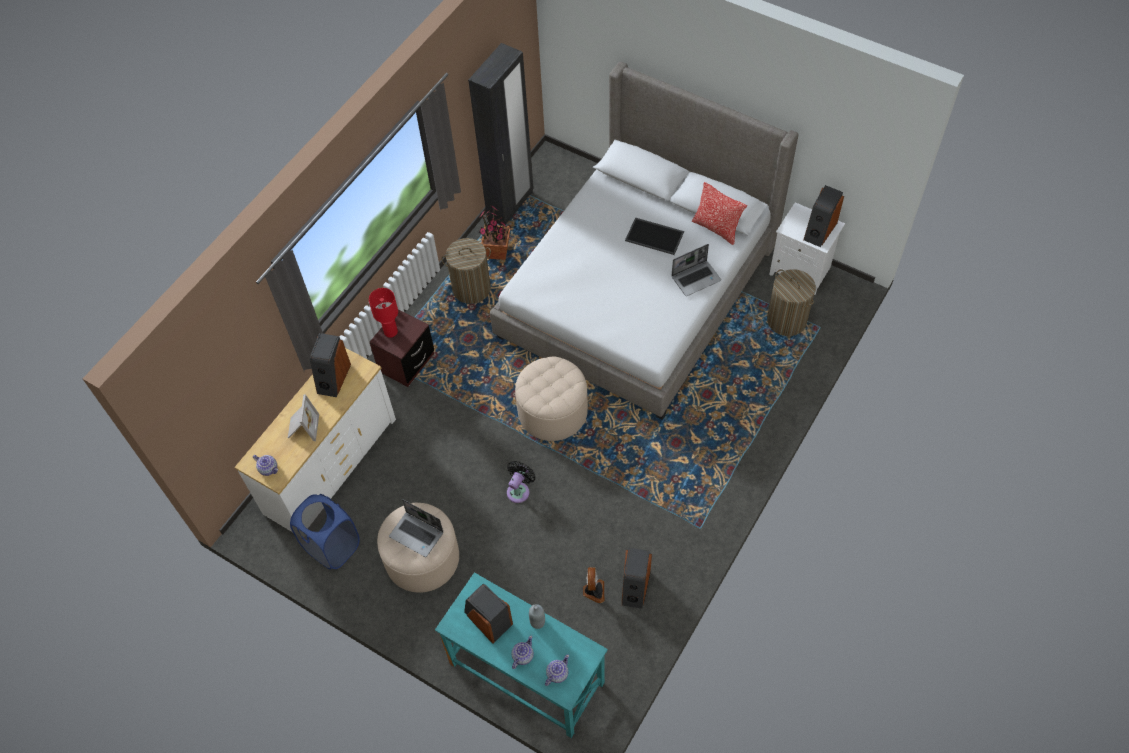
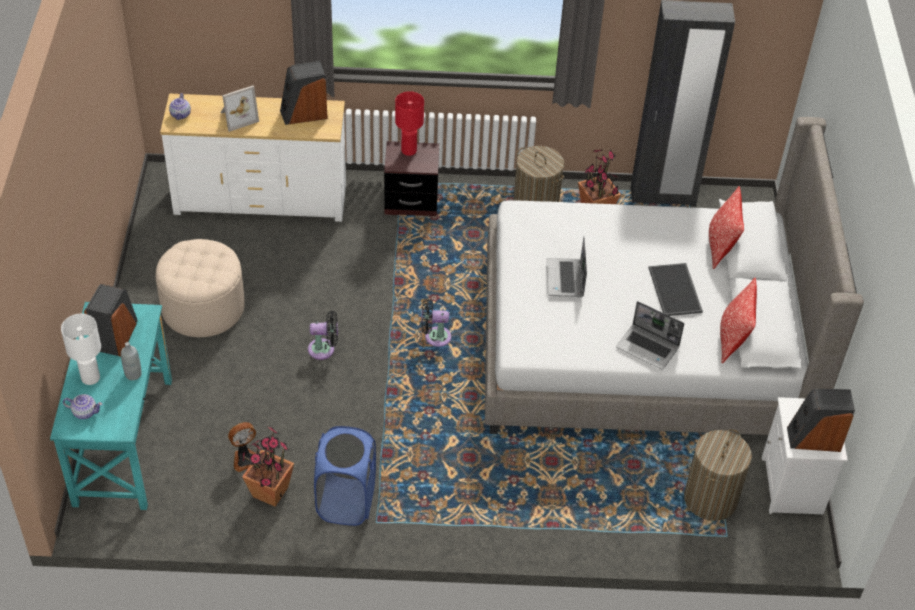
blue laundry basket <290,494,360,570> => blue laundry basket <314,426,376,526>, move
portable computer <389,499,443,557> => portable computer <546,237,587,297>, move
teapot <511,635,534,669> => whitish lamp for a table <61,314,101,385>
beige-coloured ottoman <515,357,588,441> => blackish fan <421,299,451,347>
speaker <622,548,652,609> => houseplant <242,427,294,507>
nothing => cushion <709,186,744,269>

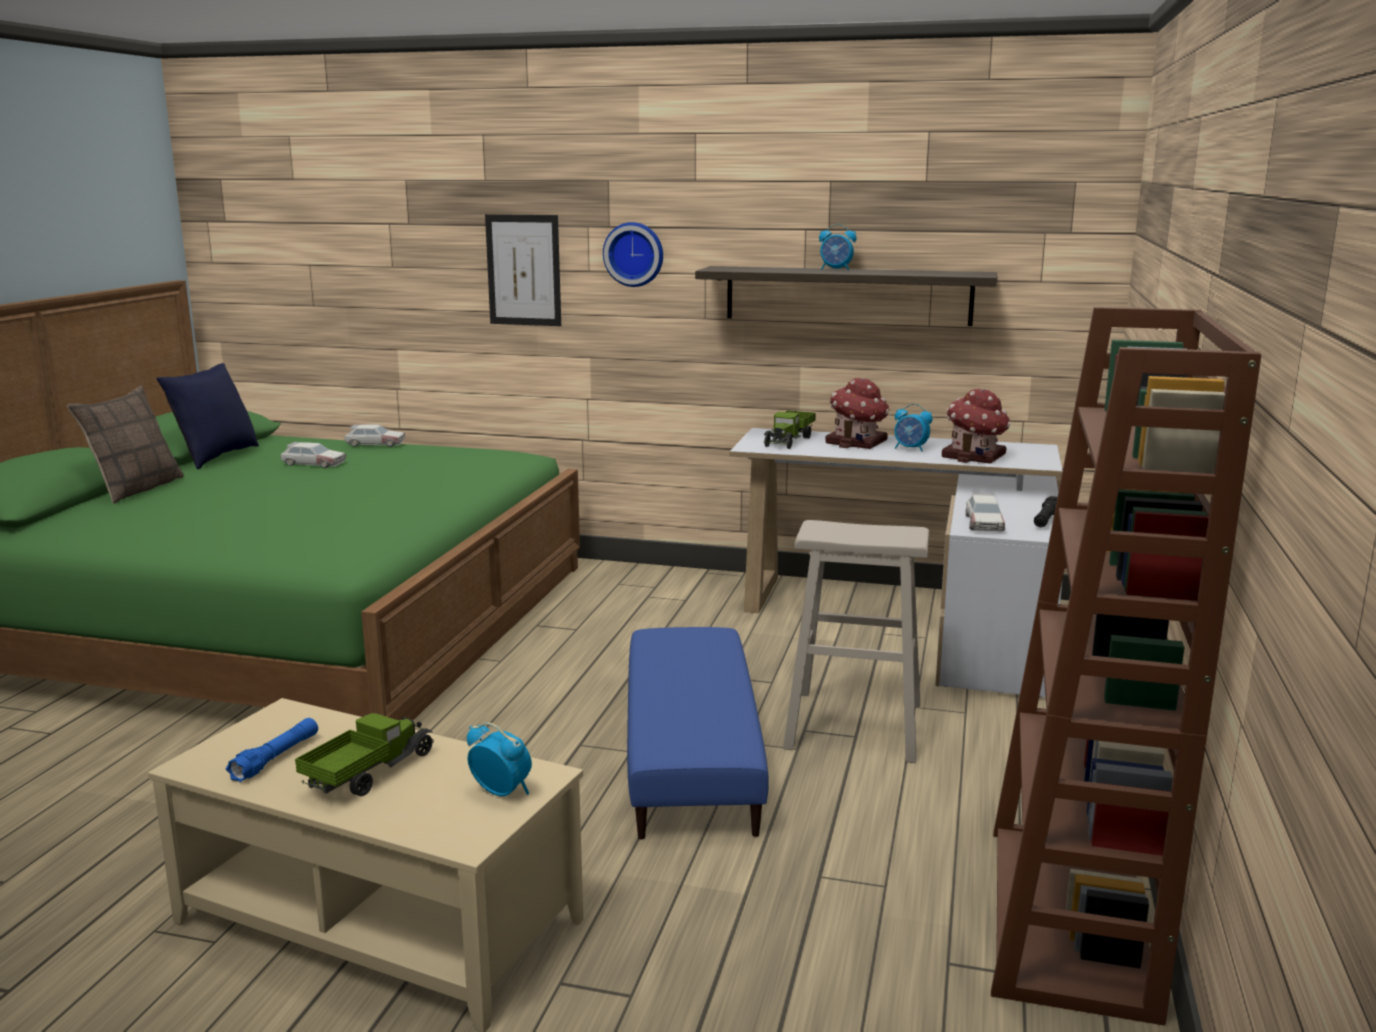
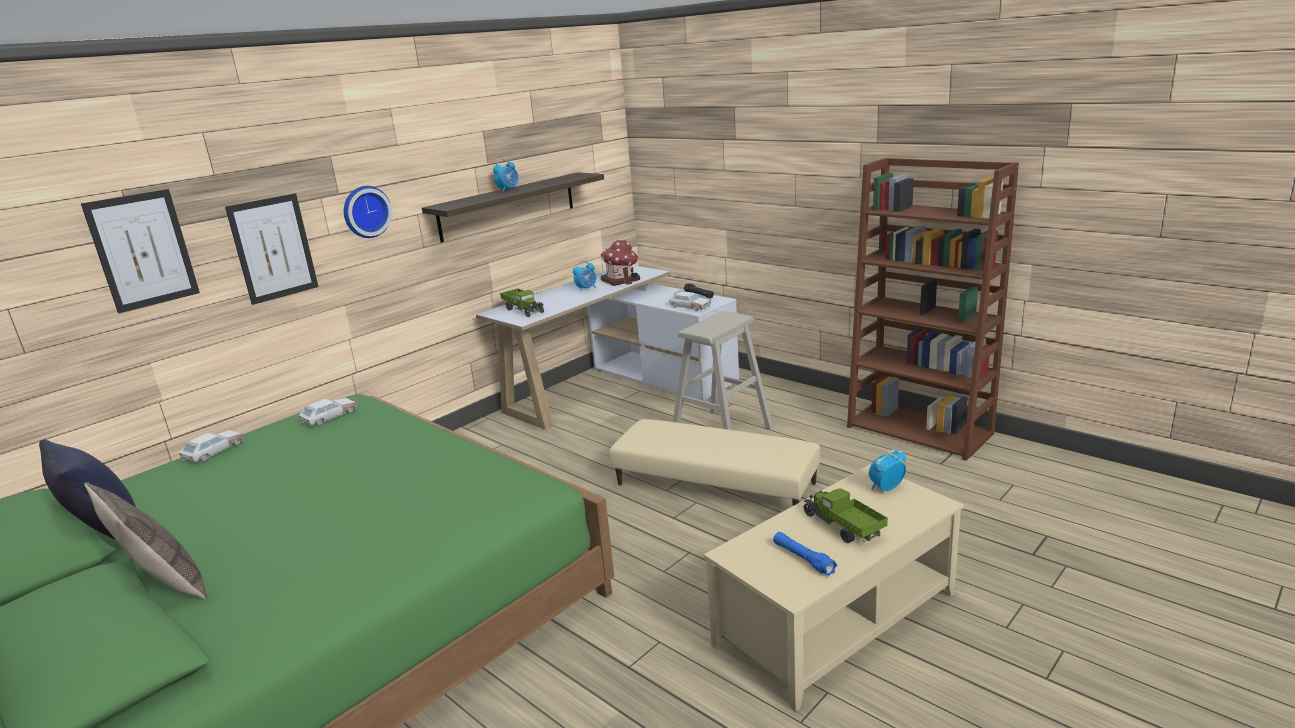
toy car <280,442,347,468> => toy car <299,398,358,426>, move
blue ottoman <627,627,769,840> => beige-coloured ottoman <610,419,820,506>
model house <825,378,890,449> => nothing
nothing => wall art <81,189,200,313>

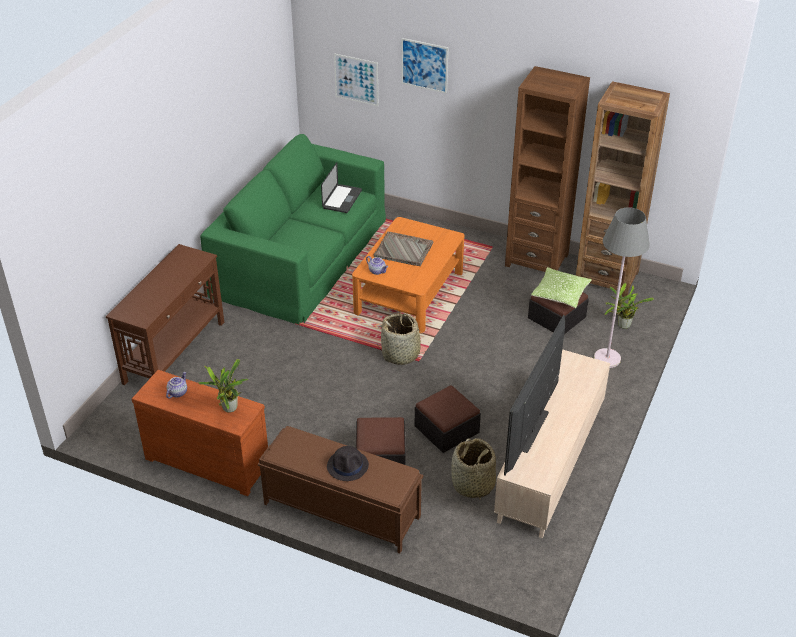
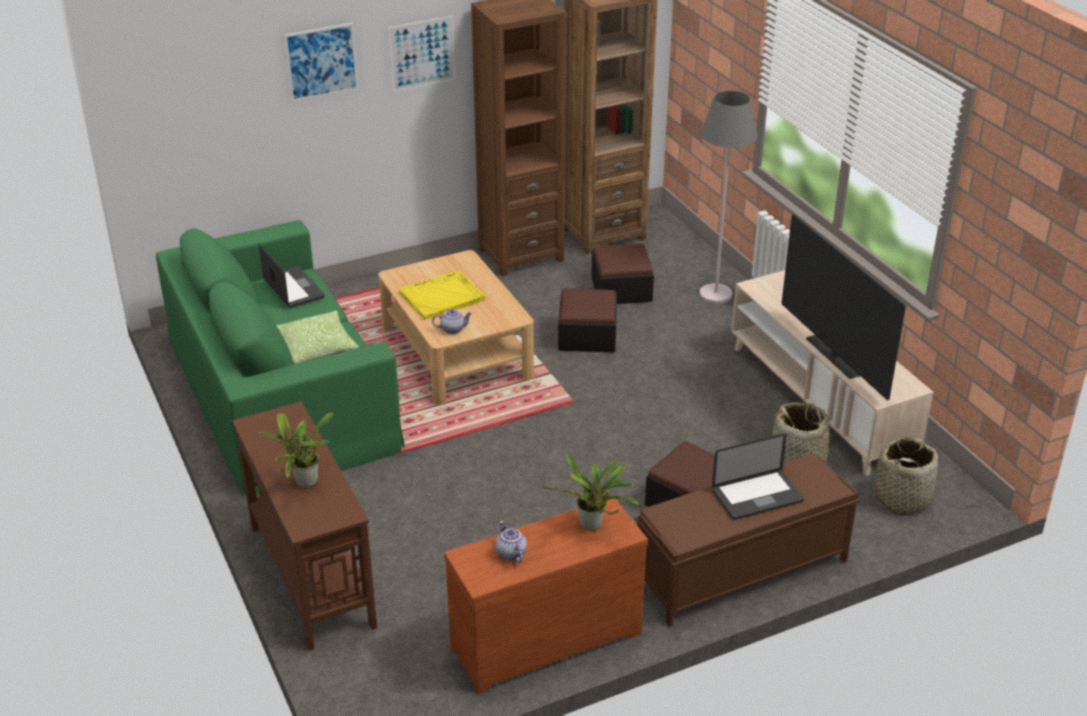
blackish hat <327,446,369,481> => portable computer <712,433,804,520>
wall art <334,53,378,106> => wall art <388,16,455,92>, move
orange lounge table <352,217,465,333> => beige-coloured lounge table <378,250,534,405>
greyish carrying tray <374,232,433,266> => yellowish carrying tray <399,270,486,320>
storage basket <377,314,429,365> => storage basket <875,437,938,515>, move
ottoman <415,385,481,453> => ottoman <558,289,617,352>, move
cushion <531,267,592,308> => cushion <276,311,359,364>, move
houseplant <605,283,654,329> => houseplant <259,413,333,488>, move

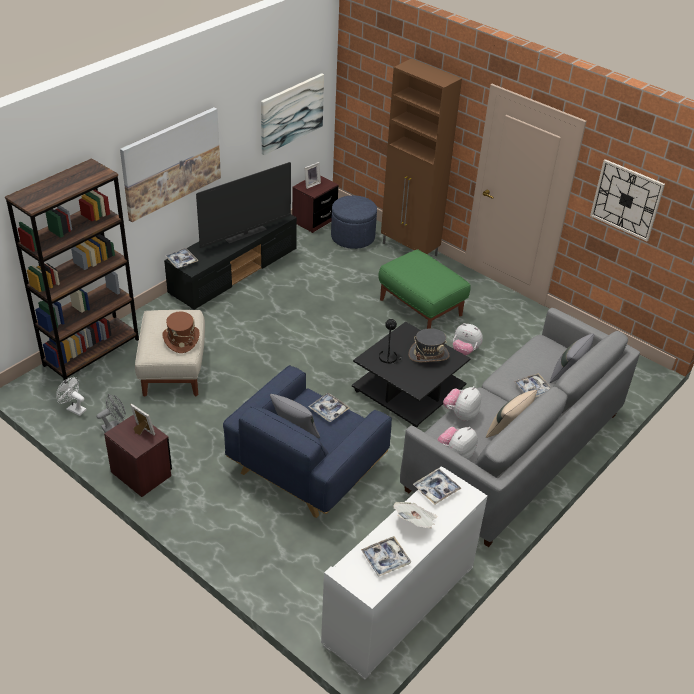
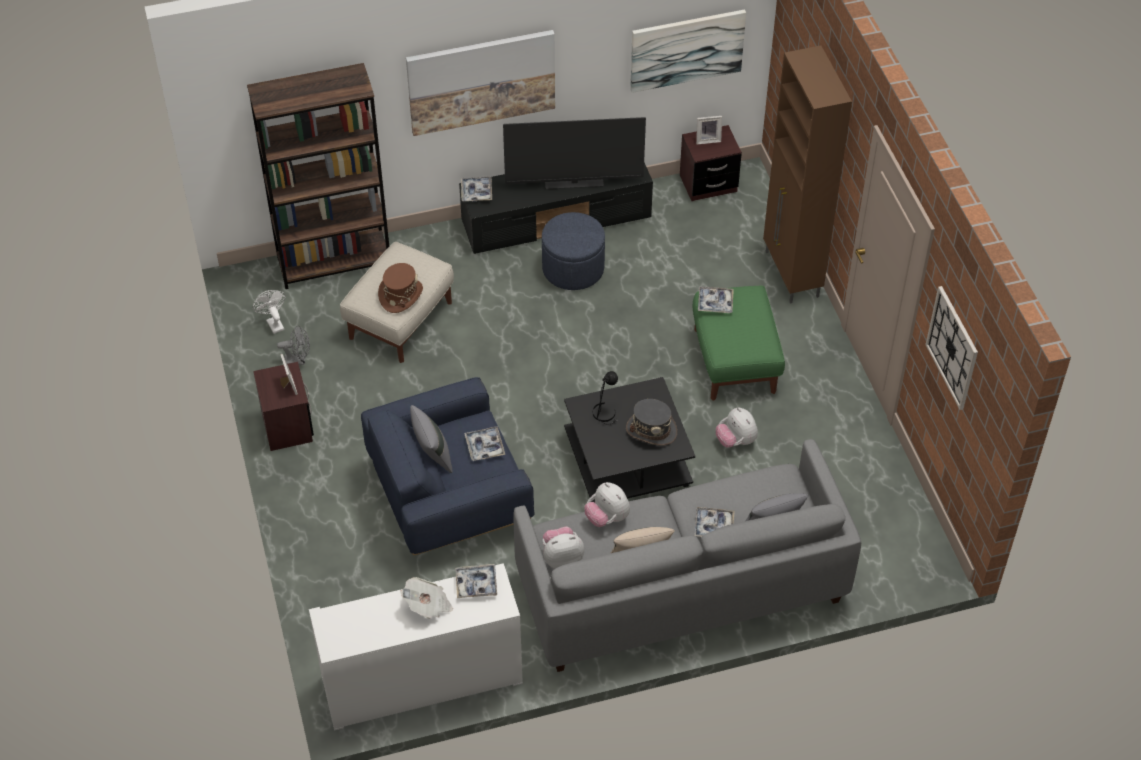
blue ottoman <331,195,377,249> => blue ottoman <542,212,605,290>, move
carrying tray <361,536,411,577> => carrying tray <698,287,734,313>, move
soft toy <443,386,481,421> => soft toy <584,482,630,527>, 105 degrees counterclockwise

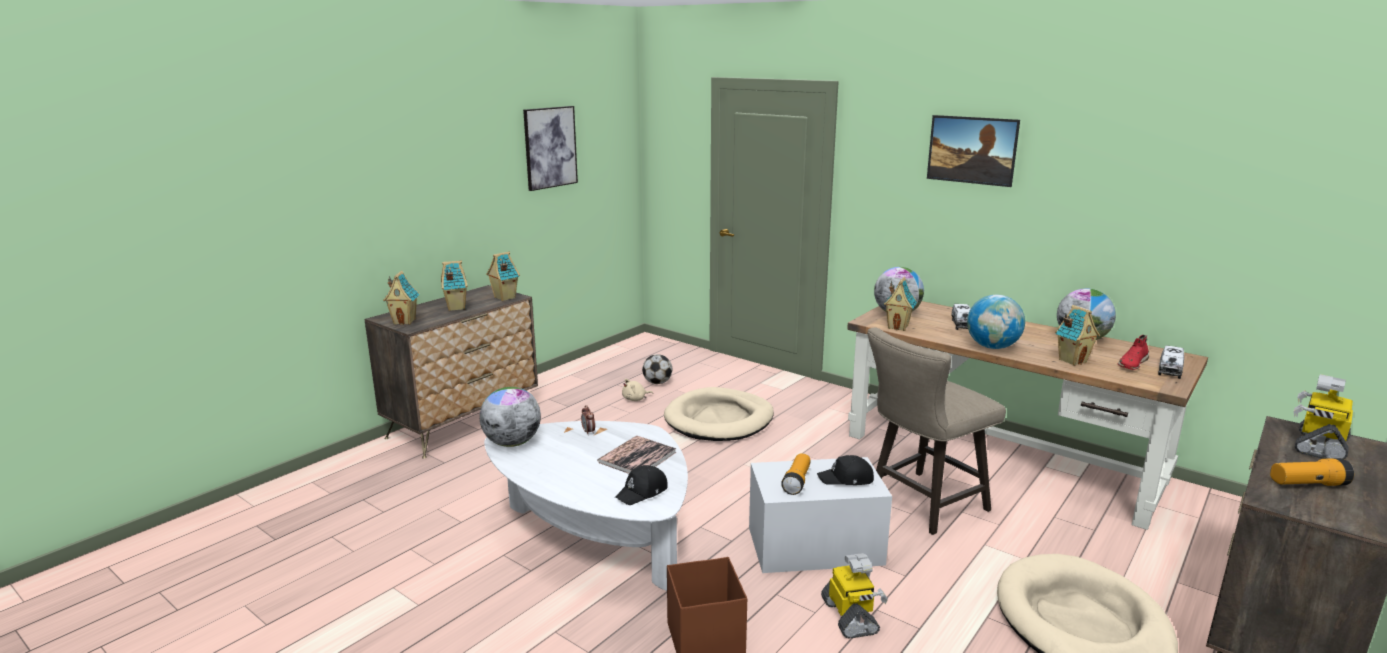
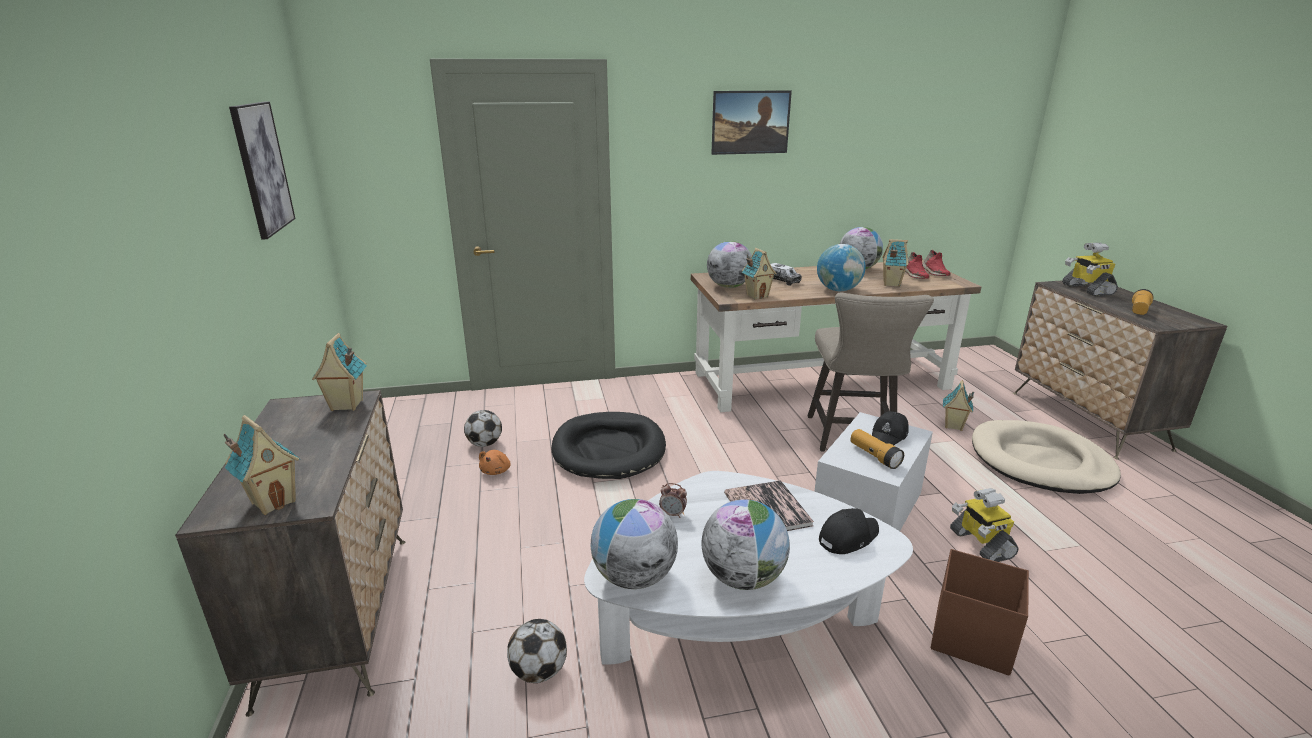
model house <441,261,468,311> => model house <943,380,974,431>, move
blackish cap <615,465,668,505> => blackish cap <819,508,879,554>, 120 degrees counterclockwise
beige-coloured soft toy <622,379,653,401> => orange soft toy <479,450,511,475>
beige-coloured pet bed <664,387,774,441> => blackish pet bed <552,412,666,479>
toy robot <821,553,888,638> => toy robot <950,488,1019,562>, 135 degrees counterclockwise
toy lorry <1158,345,1184,379> => reddish item of footwear <923,250,950,276>
nothing => football ball <507,619,567,683>
nothing => desk globe <702,499,790,590>

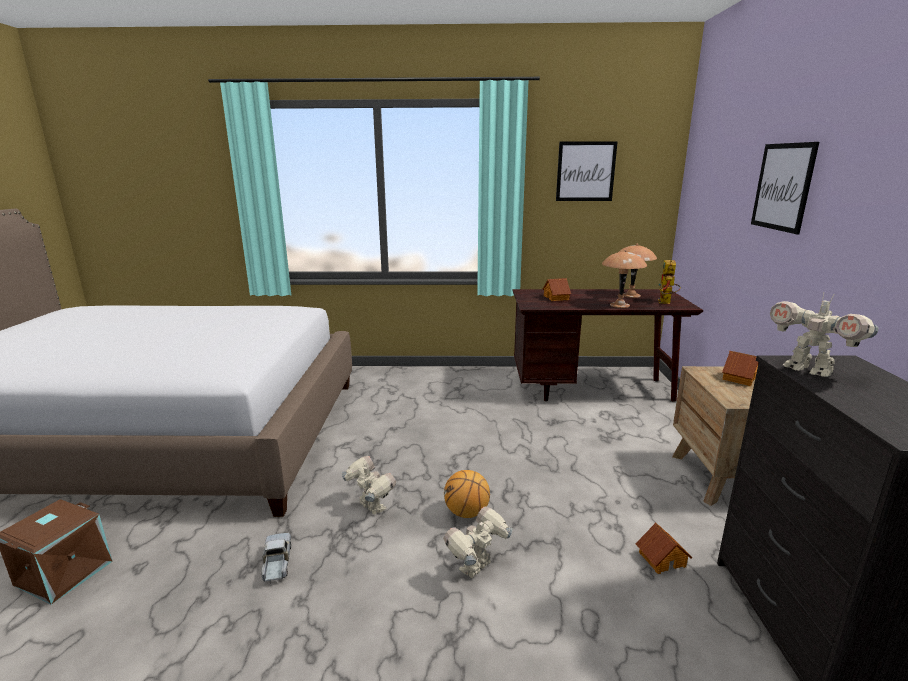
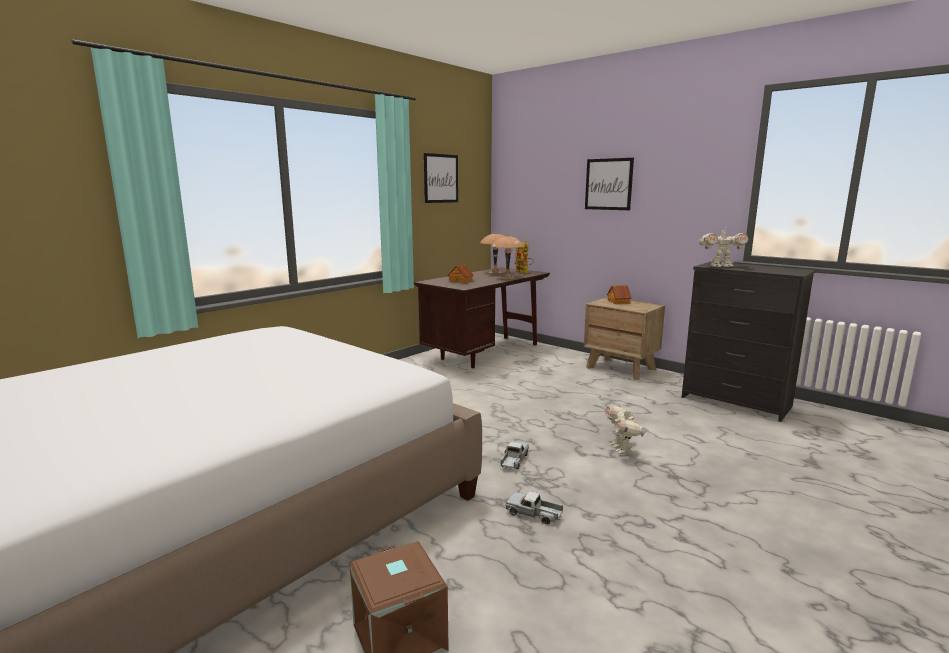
toy robot <342,456,396,515> => toy lorry <501,441,529,469>
basketball <444,470,490,518> => nothing
model house <635,522,692,574> => nothing

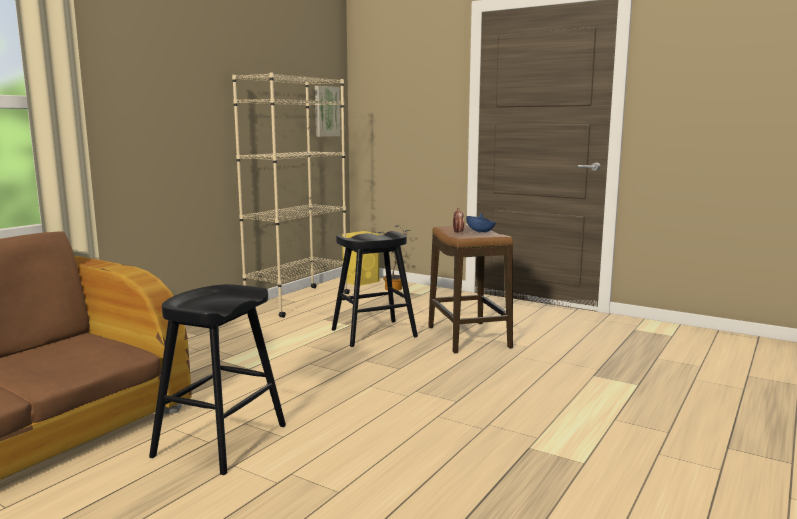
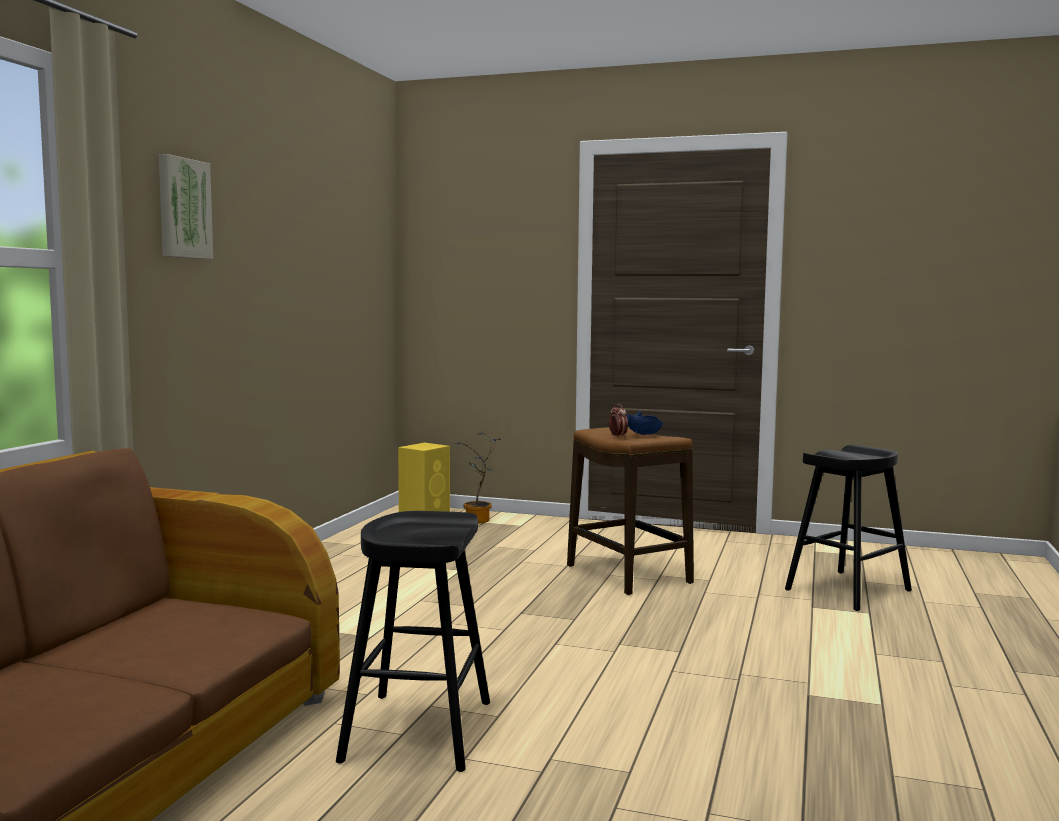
beige-coloured shelving unit <232,73,350,318> => nothing
wall art <315,86,340,137> => wall art <159,154,213,259>, move
blackish stool seat <332,231,418,347> => blackish stool seat <785,445,912,611>, move

